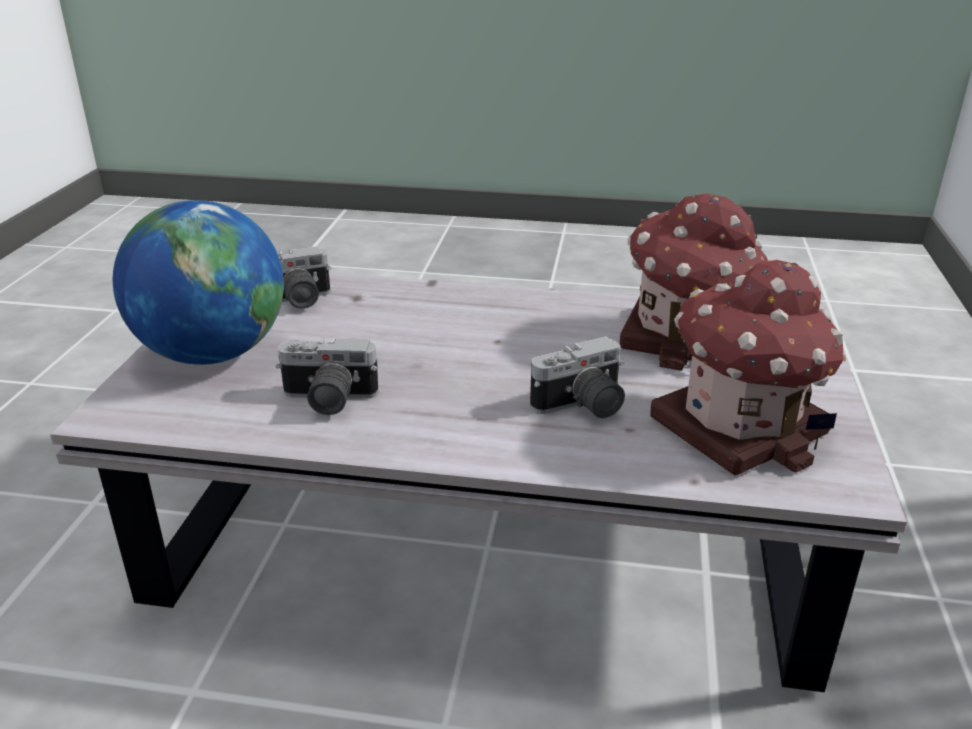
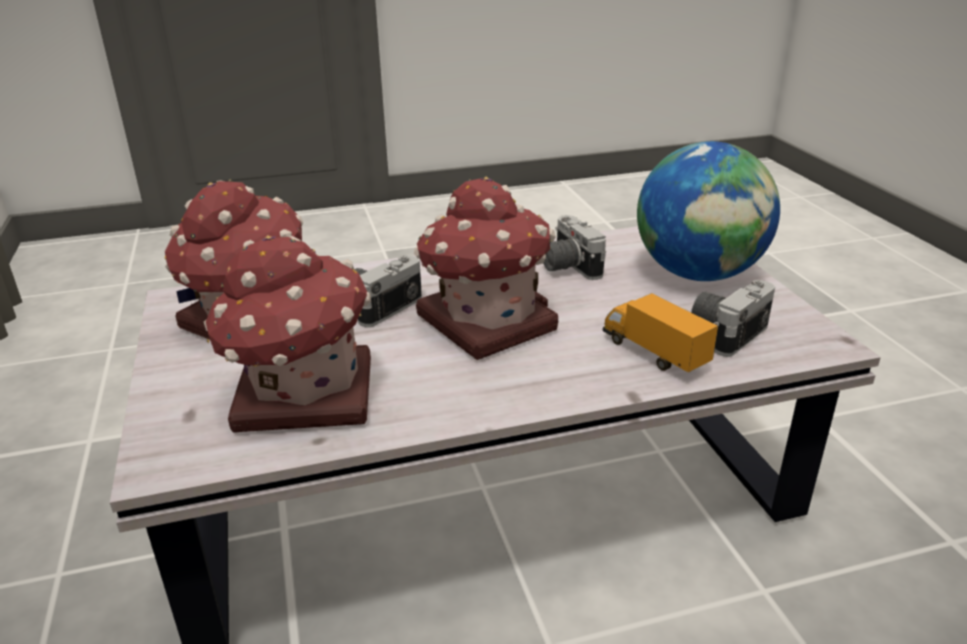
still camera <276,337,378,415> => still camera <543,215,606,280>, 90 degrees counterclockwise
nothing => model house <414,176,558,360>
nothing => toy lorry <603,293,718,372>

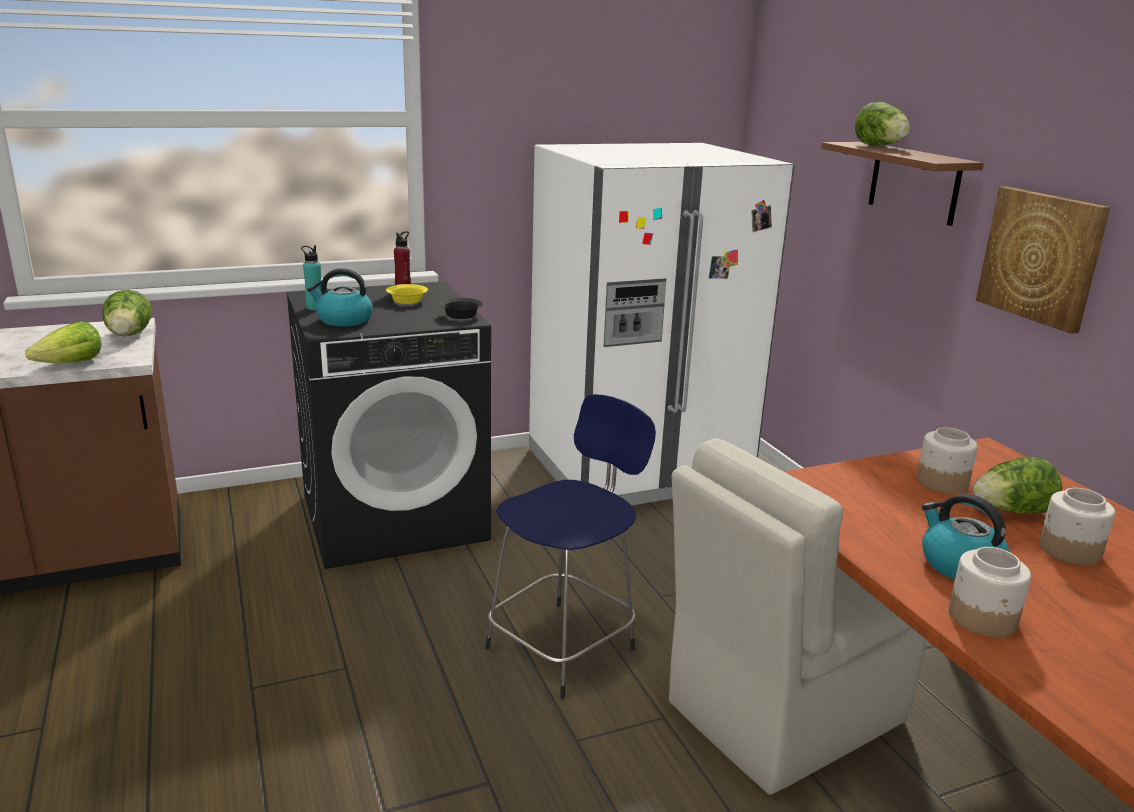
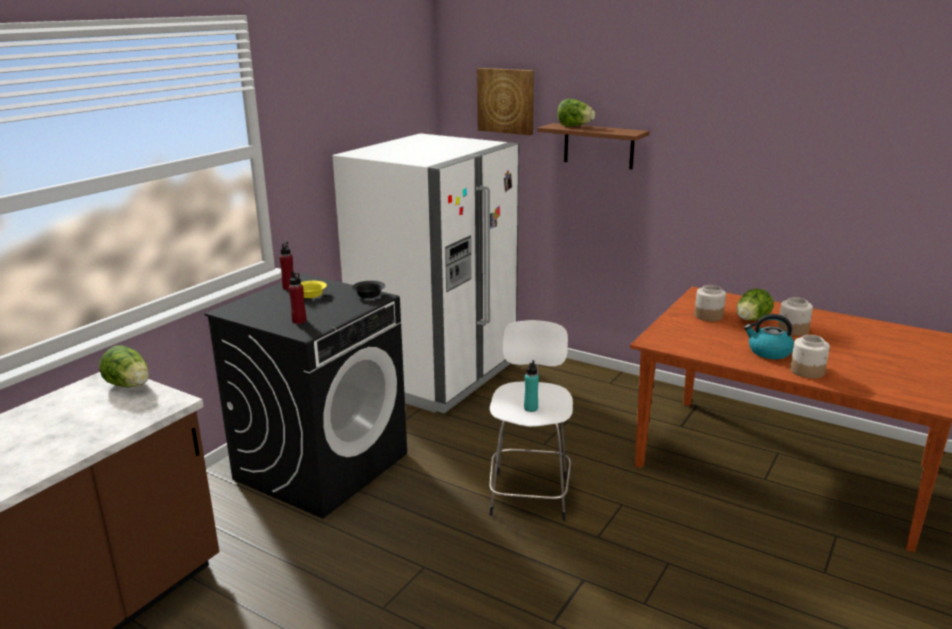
lettuce head <25,321,102,363> => nothing
blue-green drink bottle <301,245,322,310> => blue-green drink bottle <524,360,539,412>, move
tea kettle <307,268,373,327> => reddish drink bottle <289,271,306,324>
blue stool seat <485,394,656,700> => whitish stool seat <489,320,573,521>
beige-coloured upright chair <669,438,926,795> => nothing
wall art <976,186,1111,334> => wall art <477,68,534,135>, move

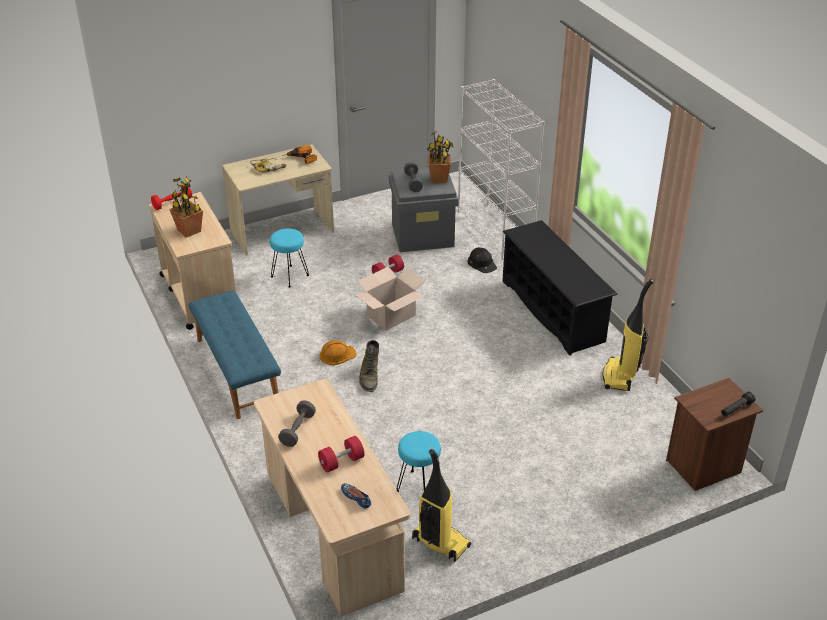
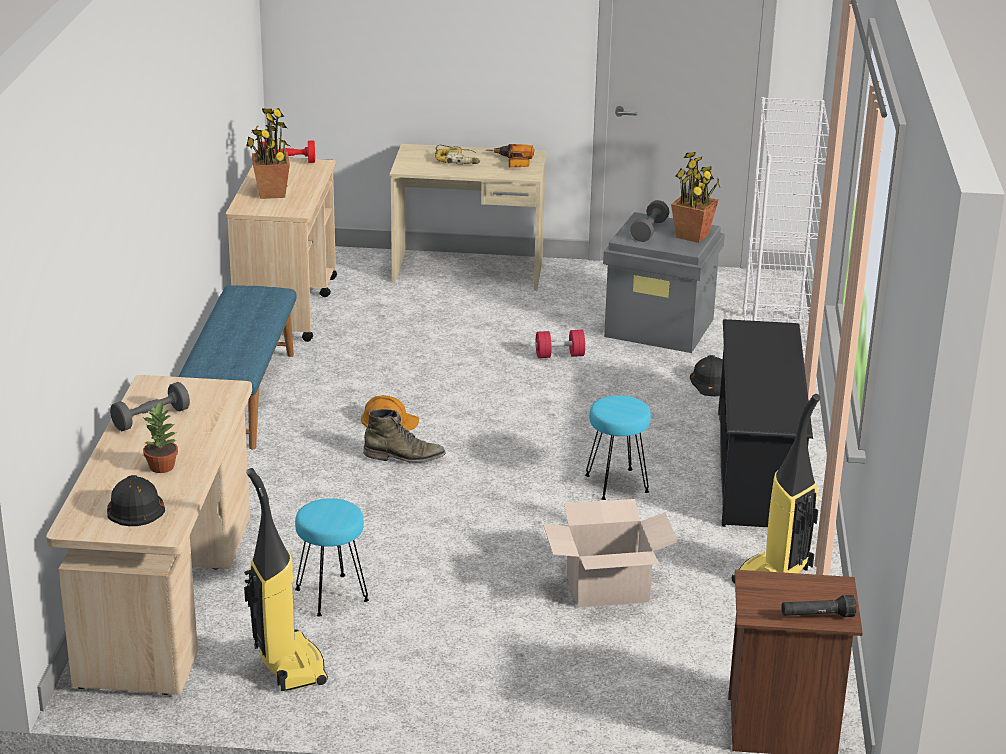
blue-green stool seat <270,229,309,288> => blue-green stool seat <585,395,651,500>, move
reddish dumbbell <318,436,364,472> => houseplant <143,402,178,473>
blue item of footwear <341,483,371,509> => blackish hard hat <107,475,165,526>
cardboard box <356,267,425,331> => cardboard box <543,499,678,607>, move
green-coloured boot <359,340,379,392> => green-coloured boot <363,409,446,463>, 120 degrees counterclockwise

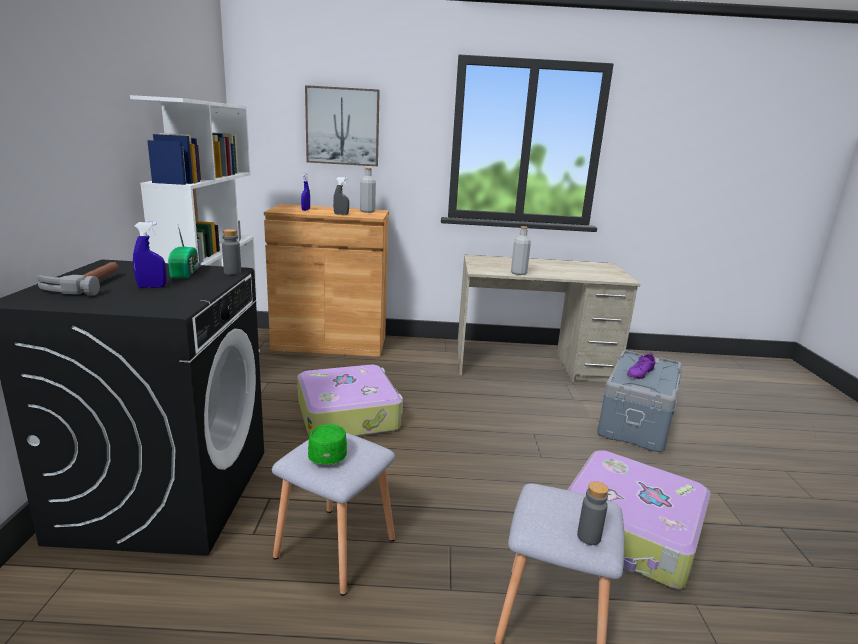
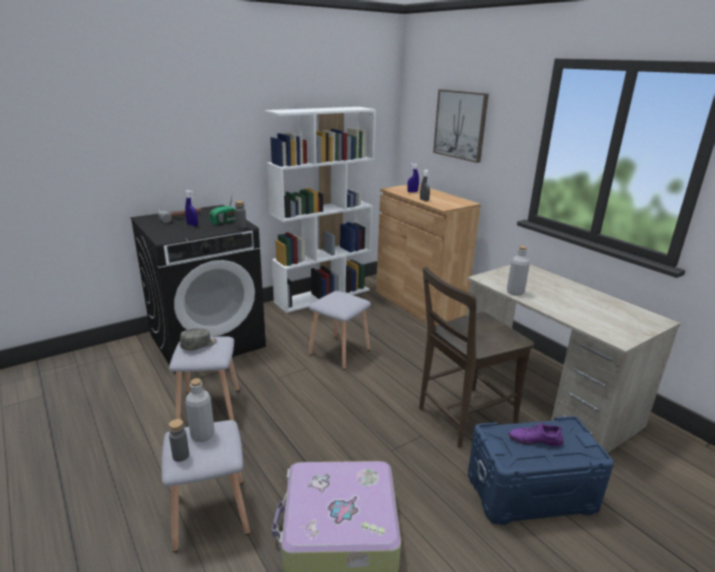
suitcase <298,365,403,437> => greyish stool seat <308,291,371,370>
green-coloured cap <308,424,347,465> => greyish cap <180,328,217,351>
greyish drink bottle <360,168,376,213> => greyish drink bottle <185,378,215,442>, move
greyish storage bin <597,350,682,452> => blue storage bin <468,416,614,525>
nothing => brown upright chair <419,267,534,448>

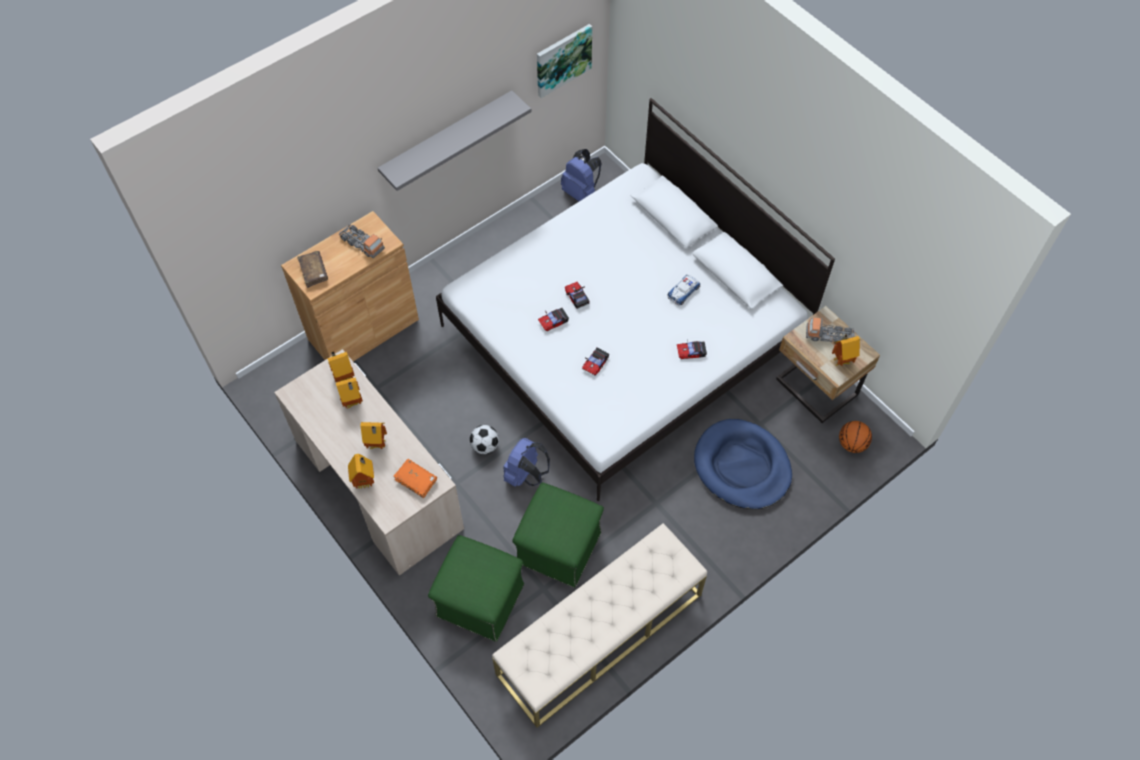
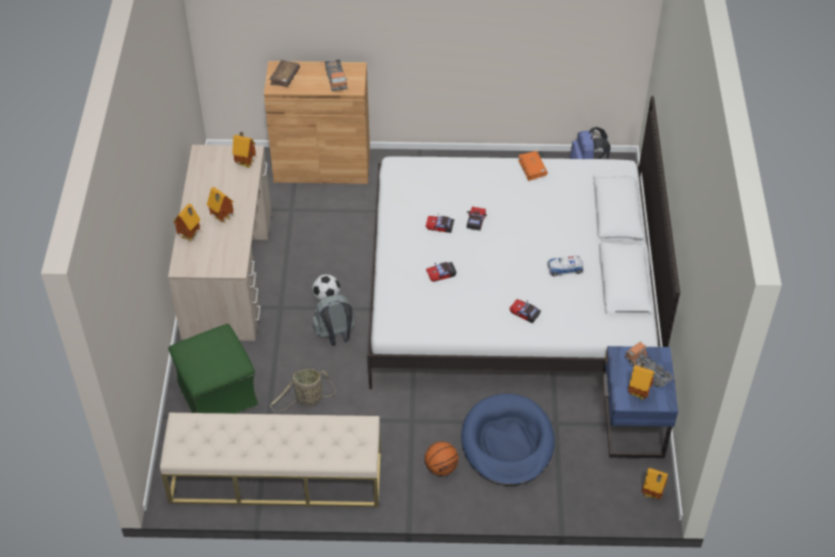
model house <336,377,363,408> => model house <642,468,668,499>, move
greyish shelf <378,90,532,191> => nothing
orange volume <393,459,437,498> => orange volume <518,151,548,181>, move
blue rucksack <503,438,550,487> => greyish rucksack <312,294,355,346>
green-coloured ottoman <512,482,604,588> => storage basket <270,369,336,412>
wall art <537,24,592,98> => nothing
beige-coloured night table <776,306,880,423> => blue night table <603,346,678,458>
basketball <839,421,872,453> => basketball <425,442,459,476>, move

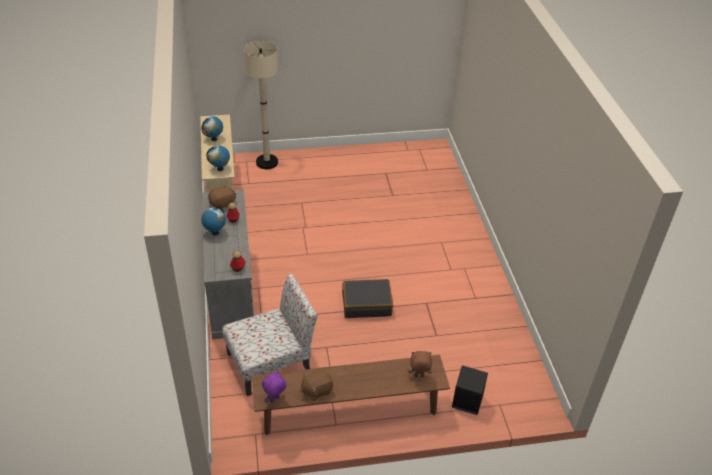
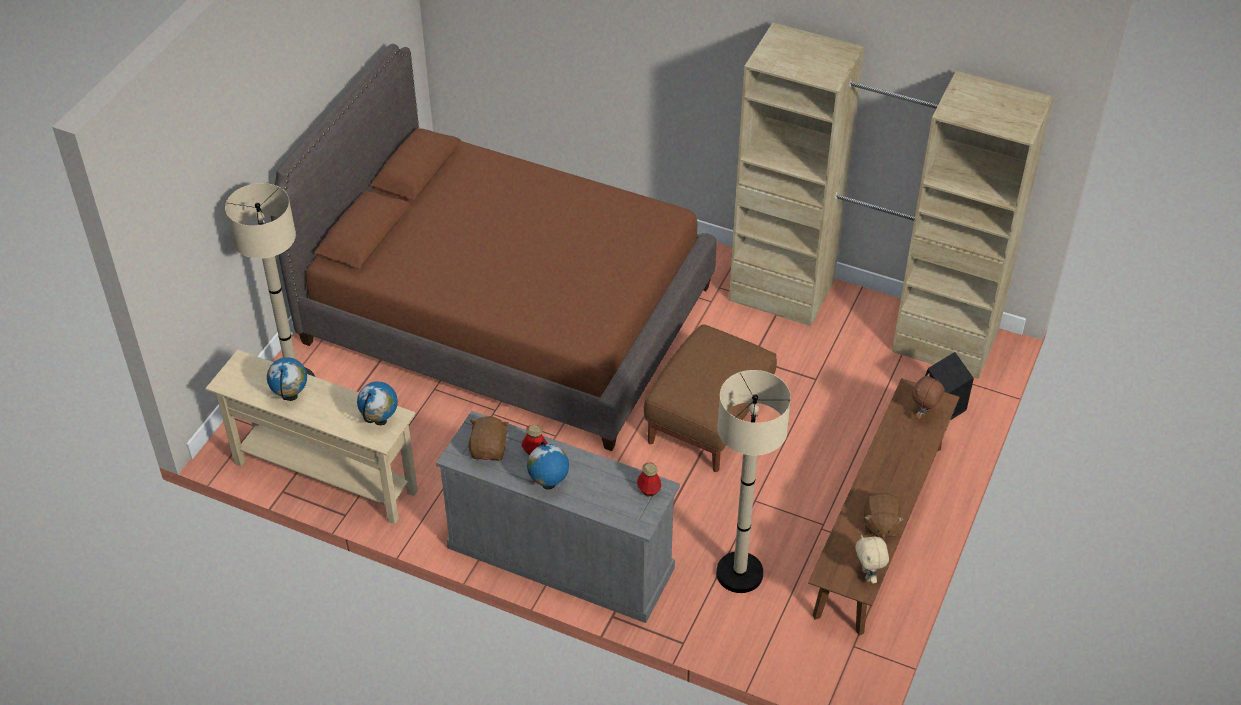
upright chair <222,274,317,396> => beige-coloured standing lamp <716,370,791,593>
purple-coloured soft toy <262,371,287,403> => beige-coloured soft toy <855,534,889,584>
blackish suitcase <342,279,393,318> => brown ottoman <644,324,777,472>
nothing => brown bed <271,44,716,451>
nothing => beige-coloured armoire <729,23,1054,379>

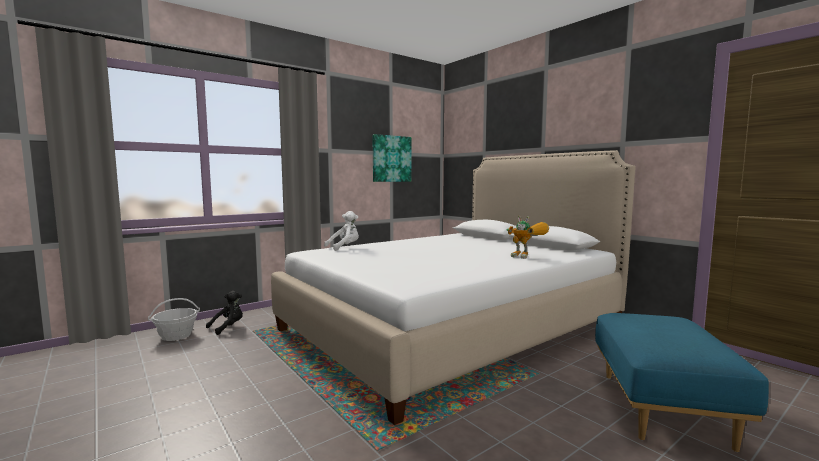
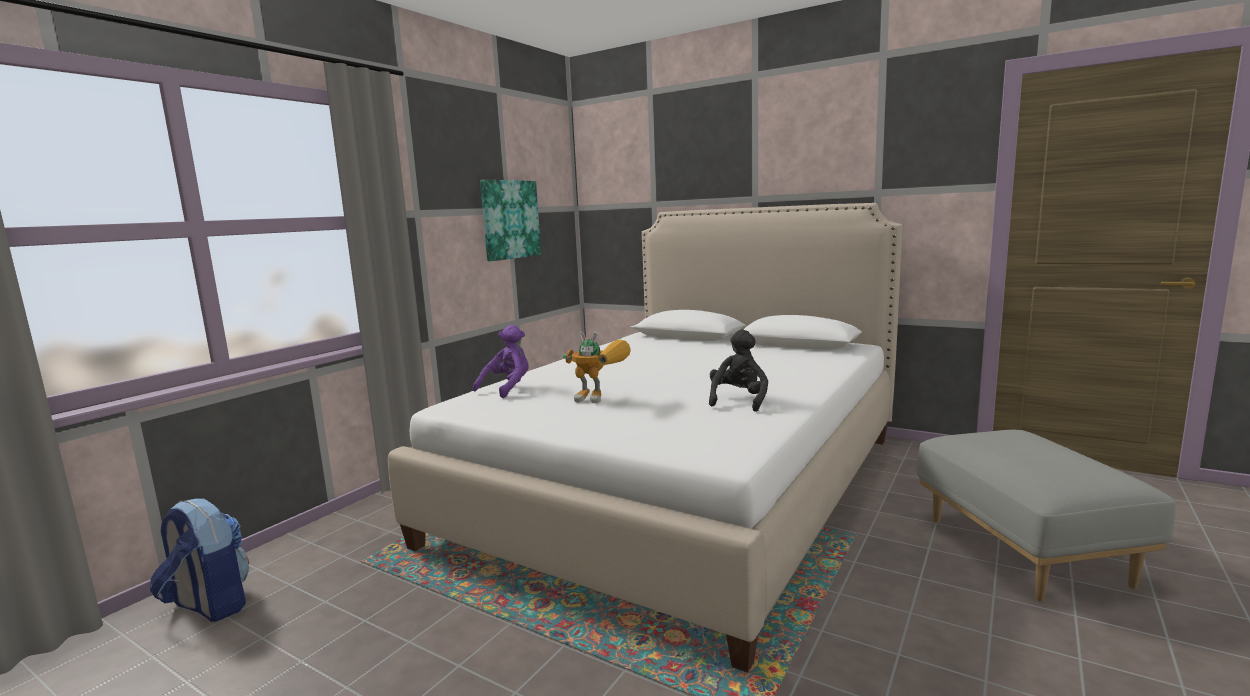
storage basket <148,298,200,341> => rucksack <150,499,250,622>
blackish soft toy <206,291,243,335> => blackish soft toy <709,329,768,412>, move
whitish soft toy <324,211,359,251> => purple-coloured soft toy <473,325,529,398>
toy robot <506,216,549,259> => toy robot <563,332,631,403>, move
blue ottoman <595,313,769,452> => greyish ottoman <917,430,1176,602>

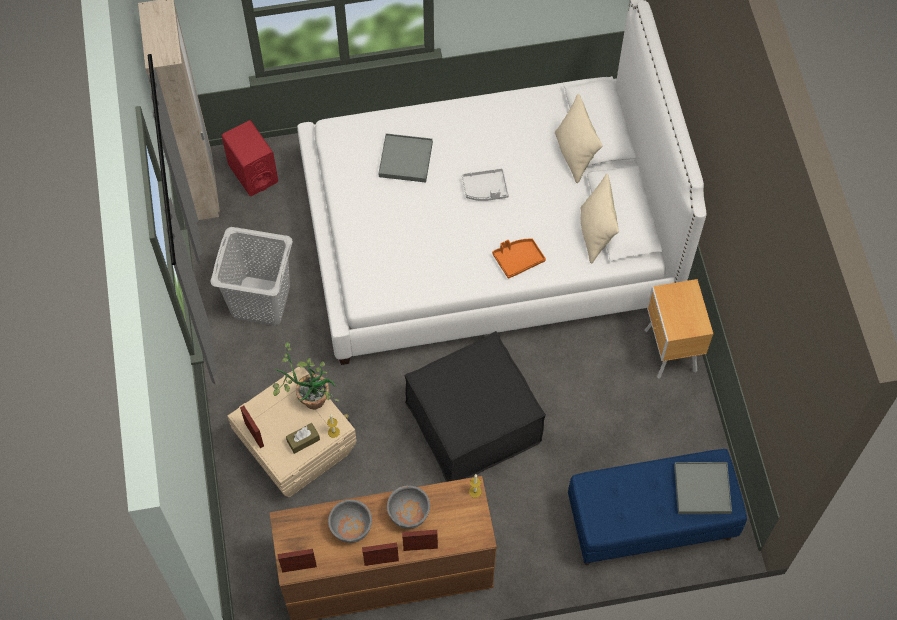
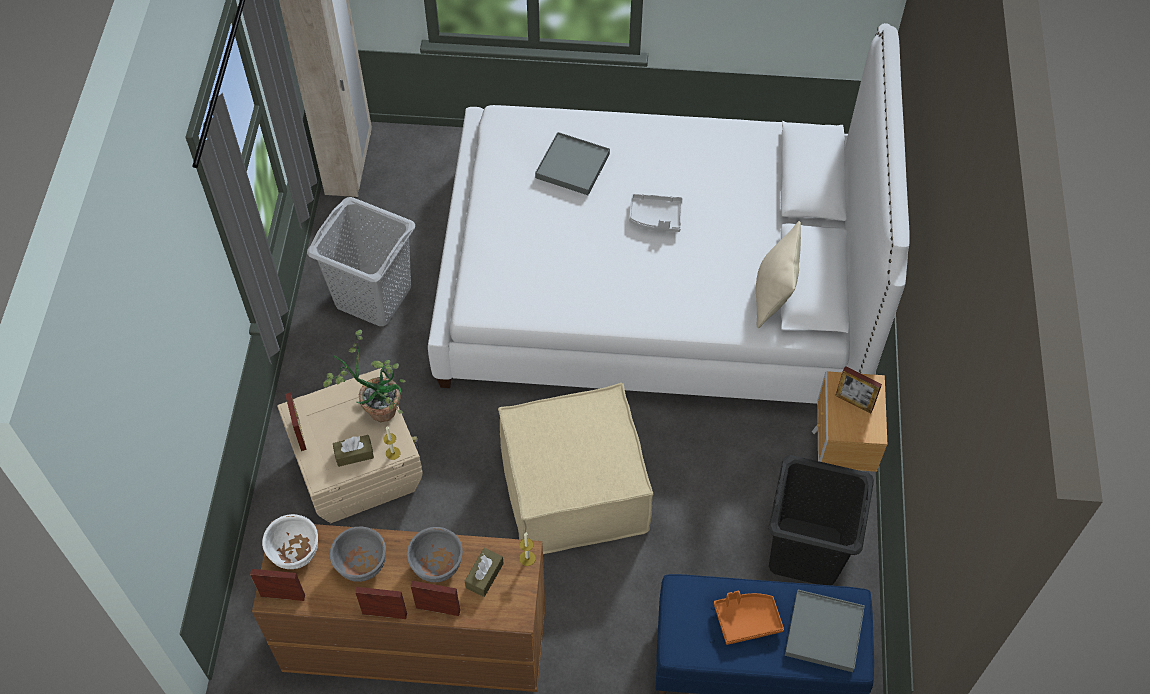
reddish speaker <222,120,278,196> => nothing
blackish ottoman <405,331,546,482> => beige-coloured ottoman <498,383,653,554>
orange carrying tray <492,239,546,279> => orange carrying tray <714,591,784,645>, move
beige-coloured cushion <555,94,602,183> => nothing
nothing => whitish bowl <262,514,318,569>
nothing => brown tissue holder <465,548,504,597>
nothing => blackish laundry basket <768,455,874,586>
nothing => photo frame <835,366,882,414>

